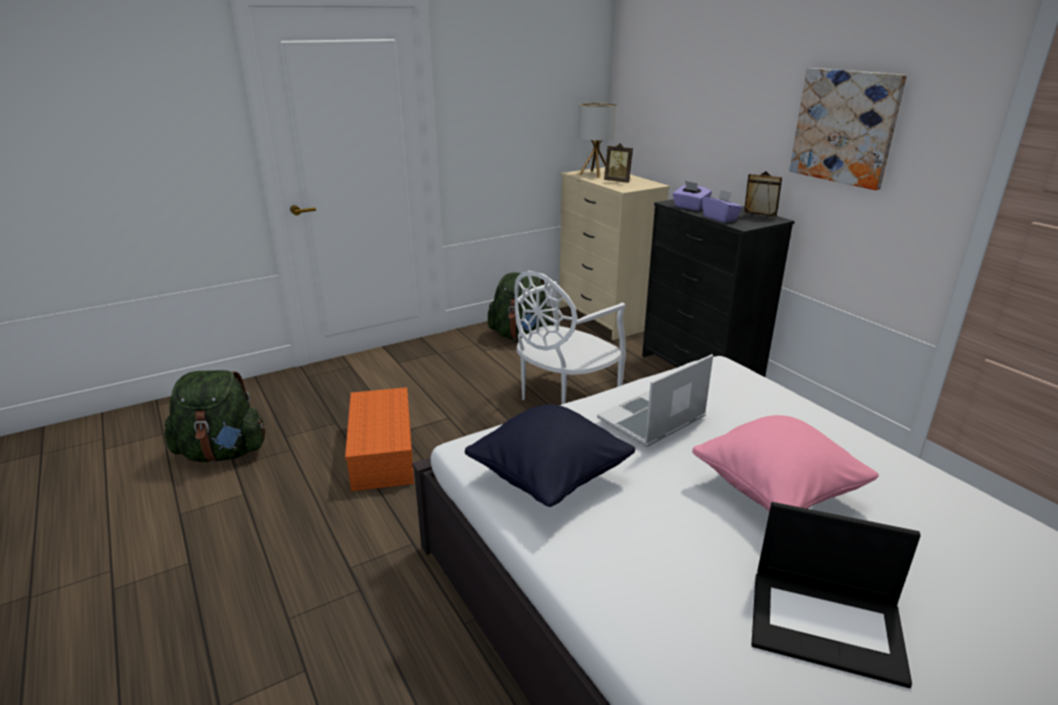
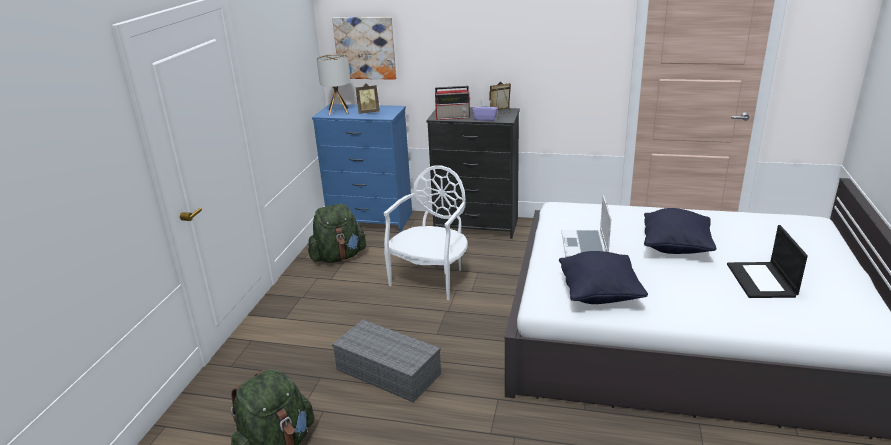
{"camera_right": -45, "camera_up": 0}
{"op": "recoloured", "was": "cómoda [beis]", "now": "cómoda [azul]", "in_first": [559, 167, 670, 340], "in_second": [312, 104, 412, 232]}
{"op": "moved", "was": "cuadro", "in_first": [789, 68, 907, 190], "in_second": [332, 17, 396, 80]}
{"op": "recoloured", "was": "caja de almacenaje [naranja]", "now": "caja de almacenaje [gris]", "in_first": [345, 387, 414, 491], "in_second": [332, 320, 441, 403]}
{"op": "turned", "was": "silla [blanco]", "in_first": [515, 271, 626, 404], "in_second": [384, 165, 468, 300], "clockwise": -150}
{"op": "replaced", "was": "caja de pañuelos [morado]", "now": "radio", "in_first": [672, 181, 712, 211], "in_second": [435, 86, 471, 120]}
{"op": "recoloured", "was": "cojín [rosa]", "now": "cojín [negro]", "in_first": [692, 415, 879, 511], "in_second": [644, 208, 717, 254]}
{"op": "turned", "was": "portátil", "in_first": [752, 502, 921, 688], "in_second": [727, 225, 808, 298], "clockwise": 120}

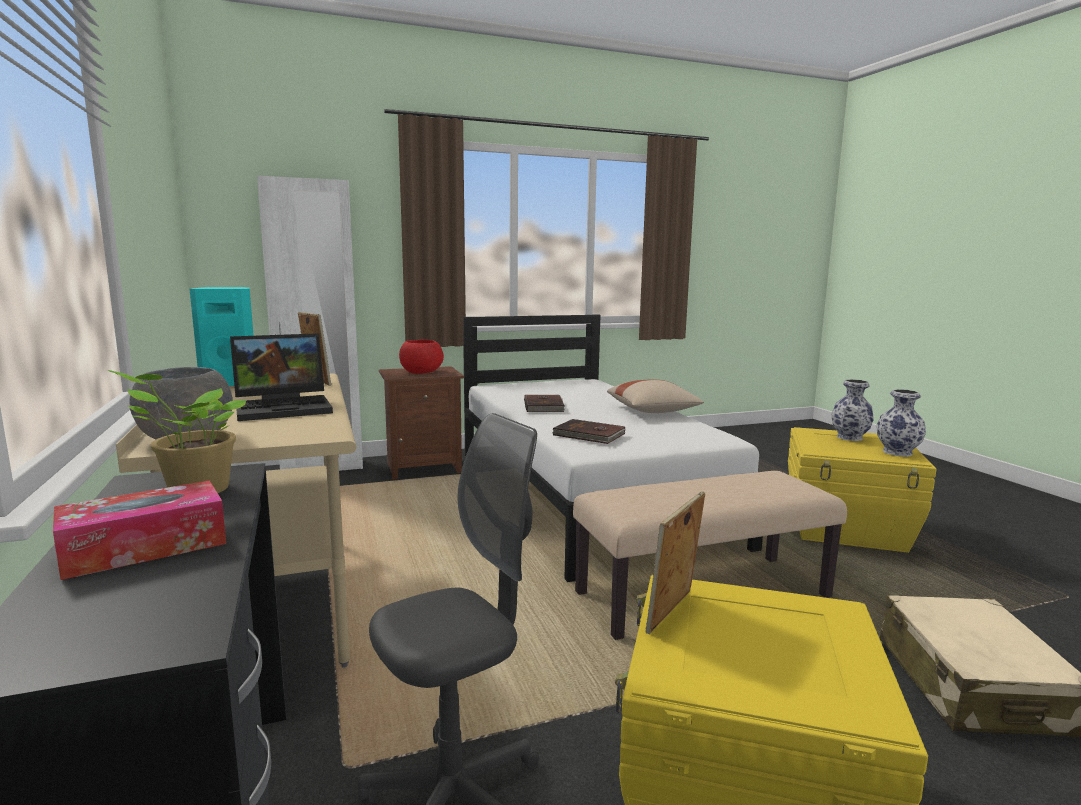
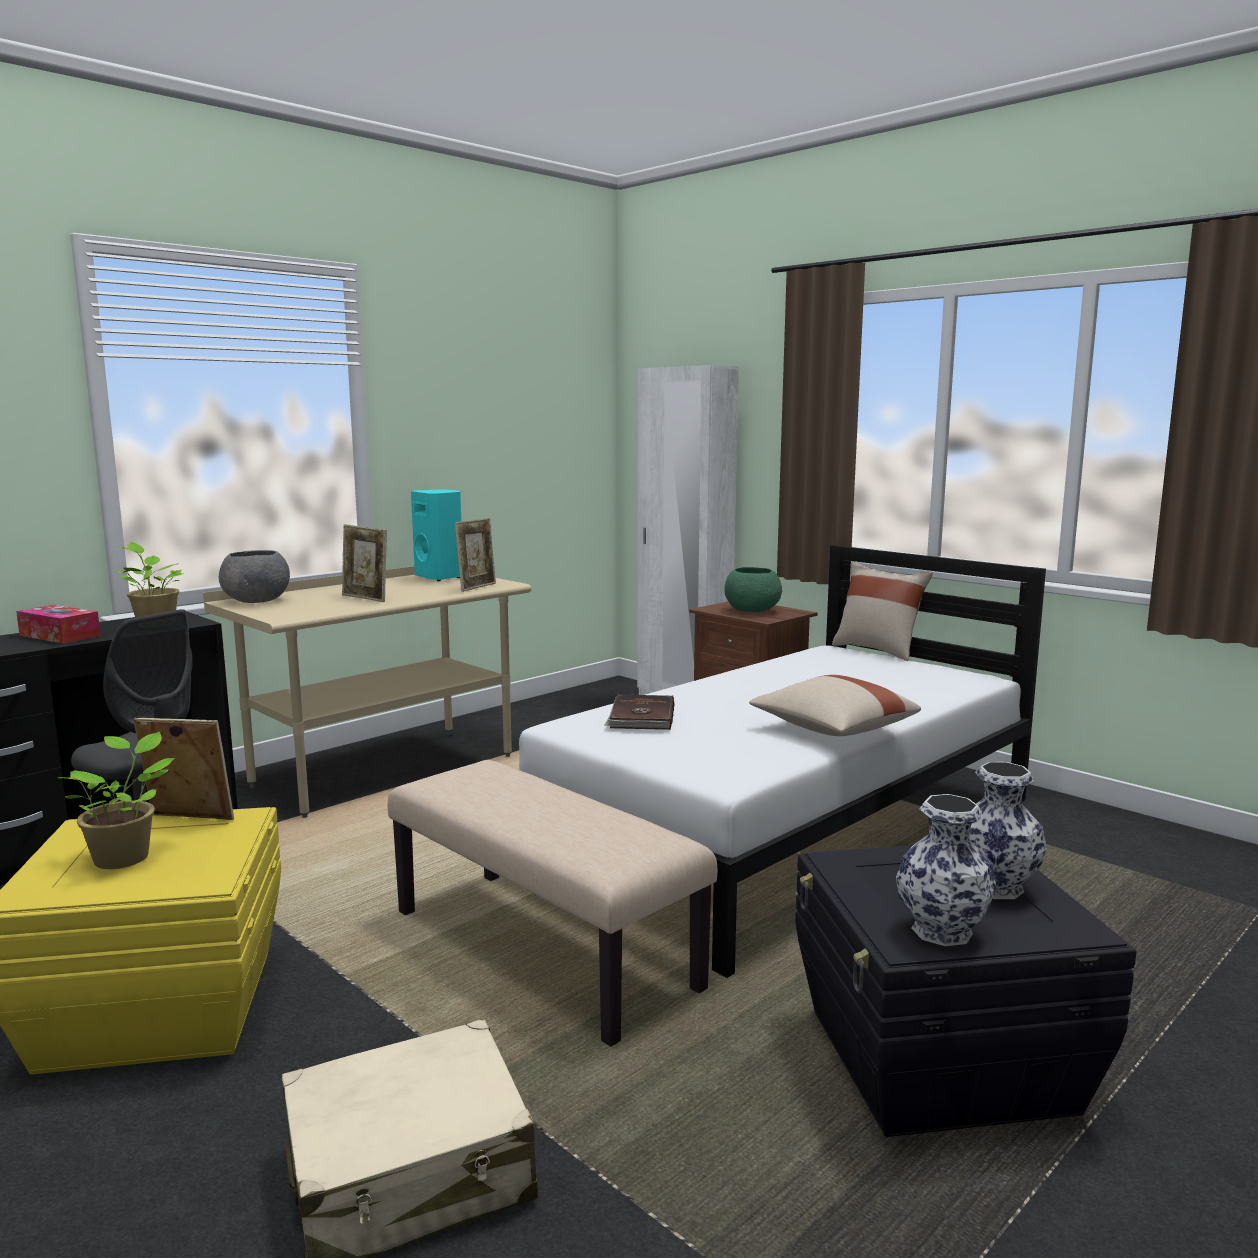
{"camera_right": 65, "camera_up": 0}
{"op": "added", "now": "planta en maceta", "in_second": [59, 732, 174, 869]}
{"op": "replaced", "was": "portátil", "now": "portarretratos", "in_first": [230, 333, 333, 421], "in_second": [342, 524, 387, 602]}
{"op": "recoloured", "was": "cuenco [rojo]", "now": "cuenco [verde]", "in_first": [399, 339, 444, 374], "in_second": [724, 567, 782, 613]}
{"op": "recoloured", "was": "caja de almacenaje [amarillo]", "now": "caja de almacenaje [negro]", "in_first": [788, 427, 936, 553], "in_second": [795, 845, 1136, 1137]}
{"op": "added", "now": "cojín [beis]", "in_second": [832, 562, 933, 661]}
{"op": "removed", "was": "libro [marrón]", "in_first": [524, 395, 565, 412]}

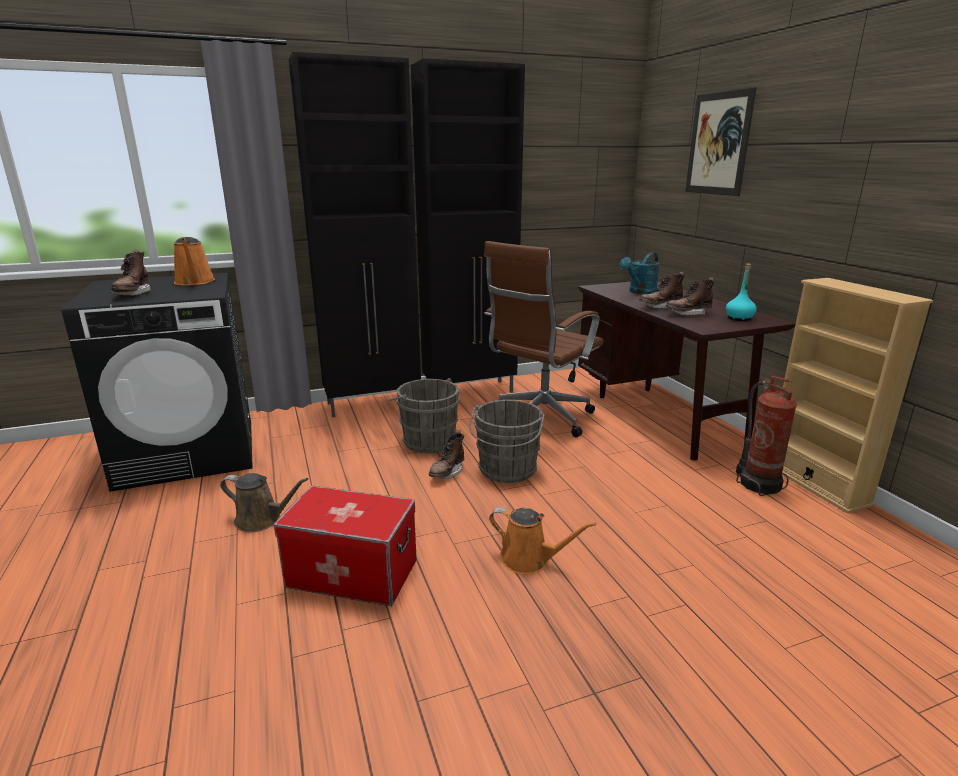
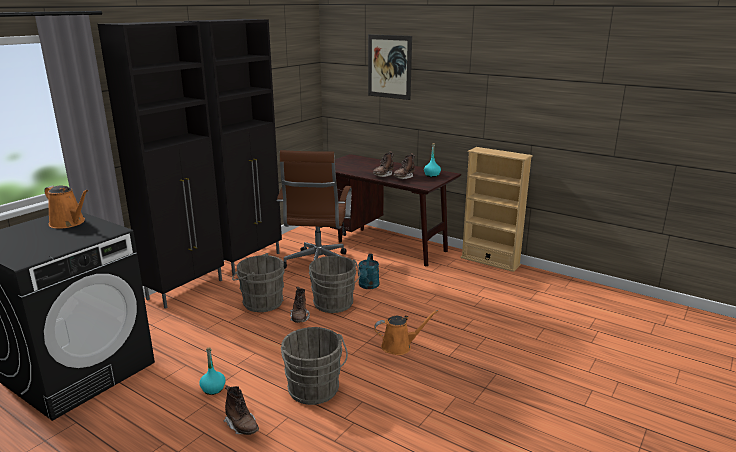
{"camera_right": -35, "camera_up": 0}
{"op": "replaced", "was": "regadera [marrón]", "now": "botella [turquesa]", "in_first": [220, 473, 308, 532], "in_second": [199, 347, 225, 395]}
{"op": "moved", "was": "bota [marrón]", "in_first": [111, 250, 151, 296], "in_second": [224, 386, 259, 435]}
{"op": "replaced", "was": "caja de almacenaje", "now": "cubo [gris]", "in_first": [274, 486, 417, 606], "in_second": [281, 327, 348, 405]}
{"op": "moved", "was": "regadera [turquesa]", "in_first": [620, 253, 659, 294], "in_second": [358, 254, 379, 289]}
{"op": "removed", "was": "extintor", "in_first": [736, 376, 797, 496]}

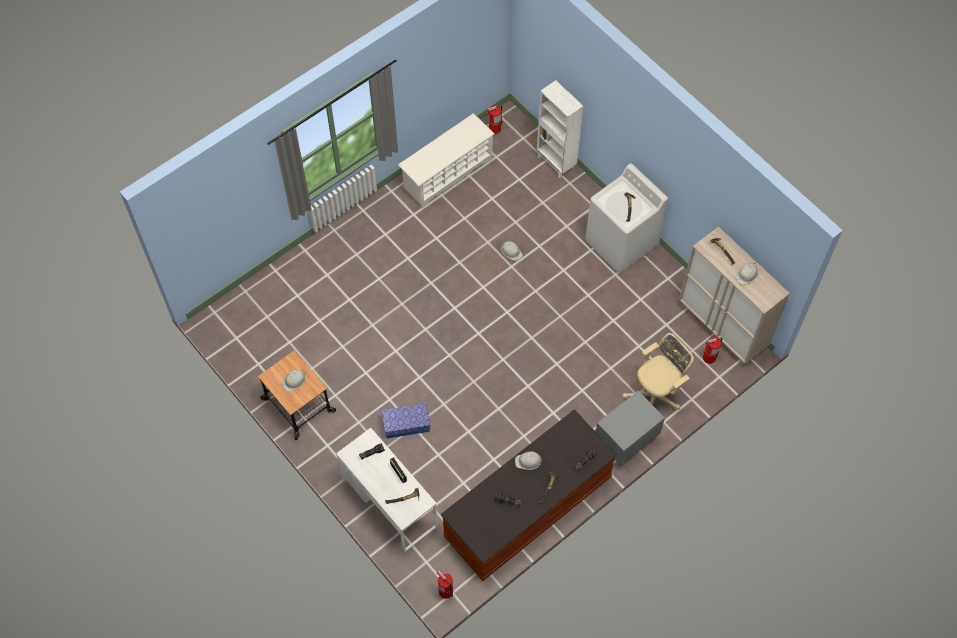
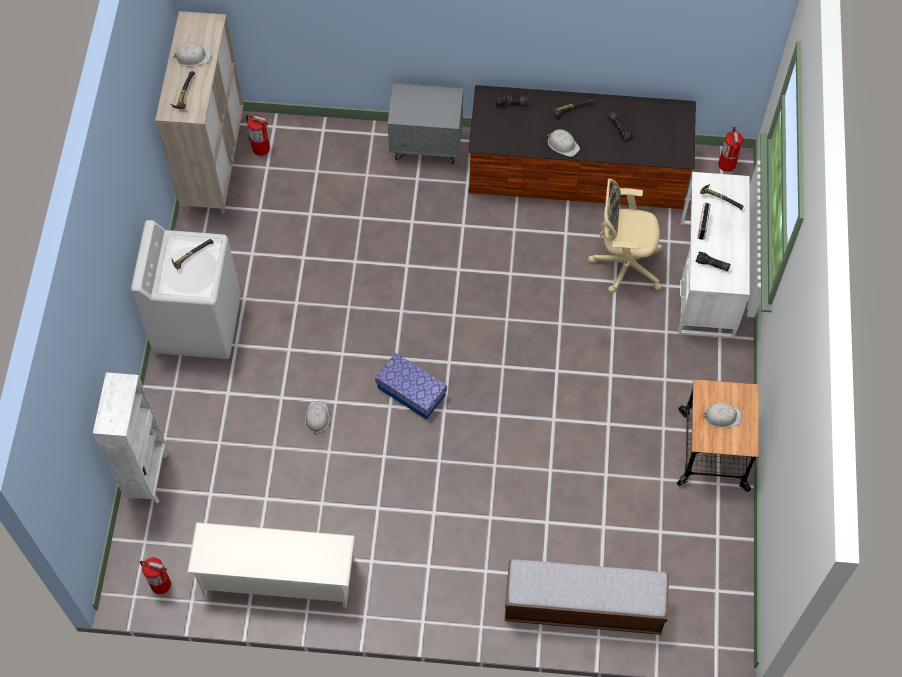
{"camera_right": -135, "camera_up": 0}
{"op": "moved", "was": "caja de almacenaje", "in_first": [381, 403, 430, 439], "in_second": [375, 353, 447, 420]}
{"op": "added", "now": "banco", "in_second": [504, 559, 669, 635]}
{"op": "moved", "was": "silla de oficina [beis]", "in_first": [622, 333, 694, 410], "in_second": [588, 179, 662, 293]}

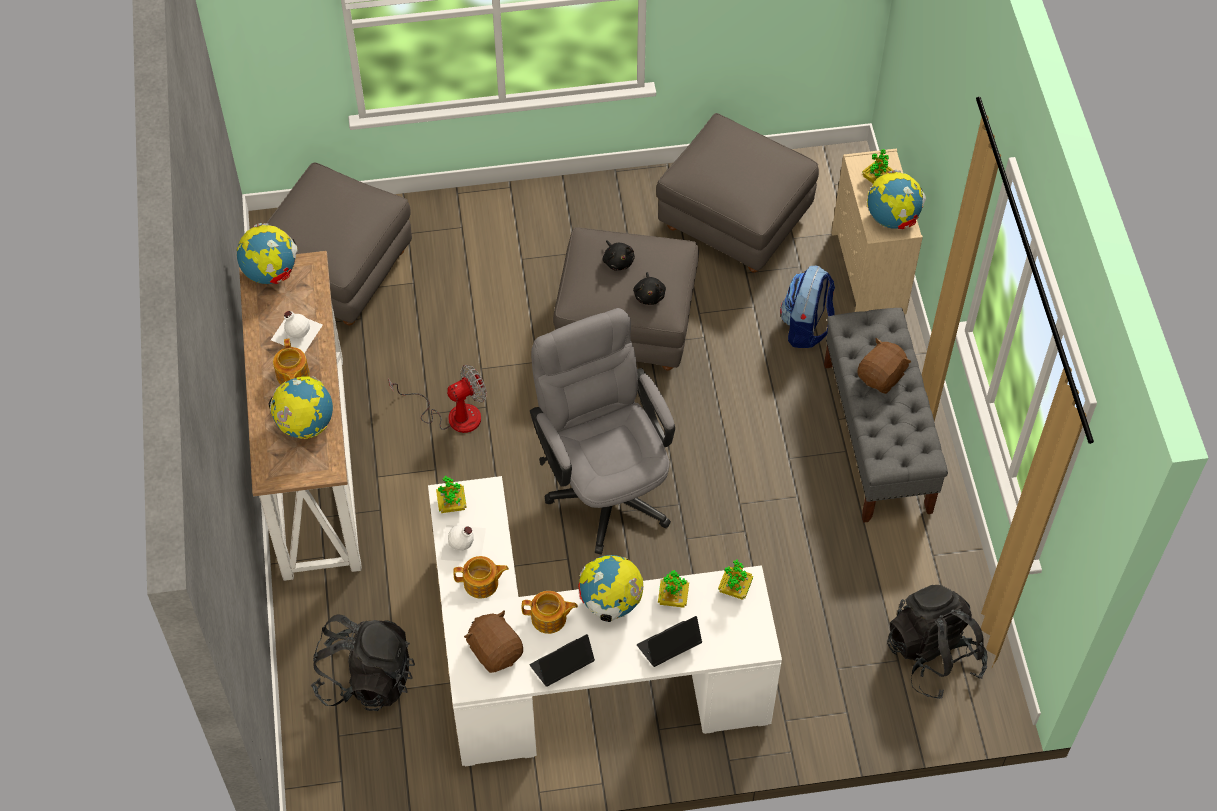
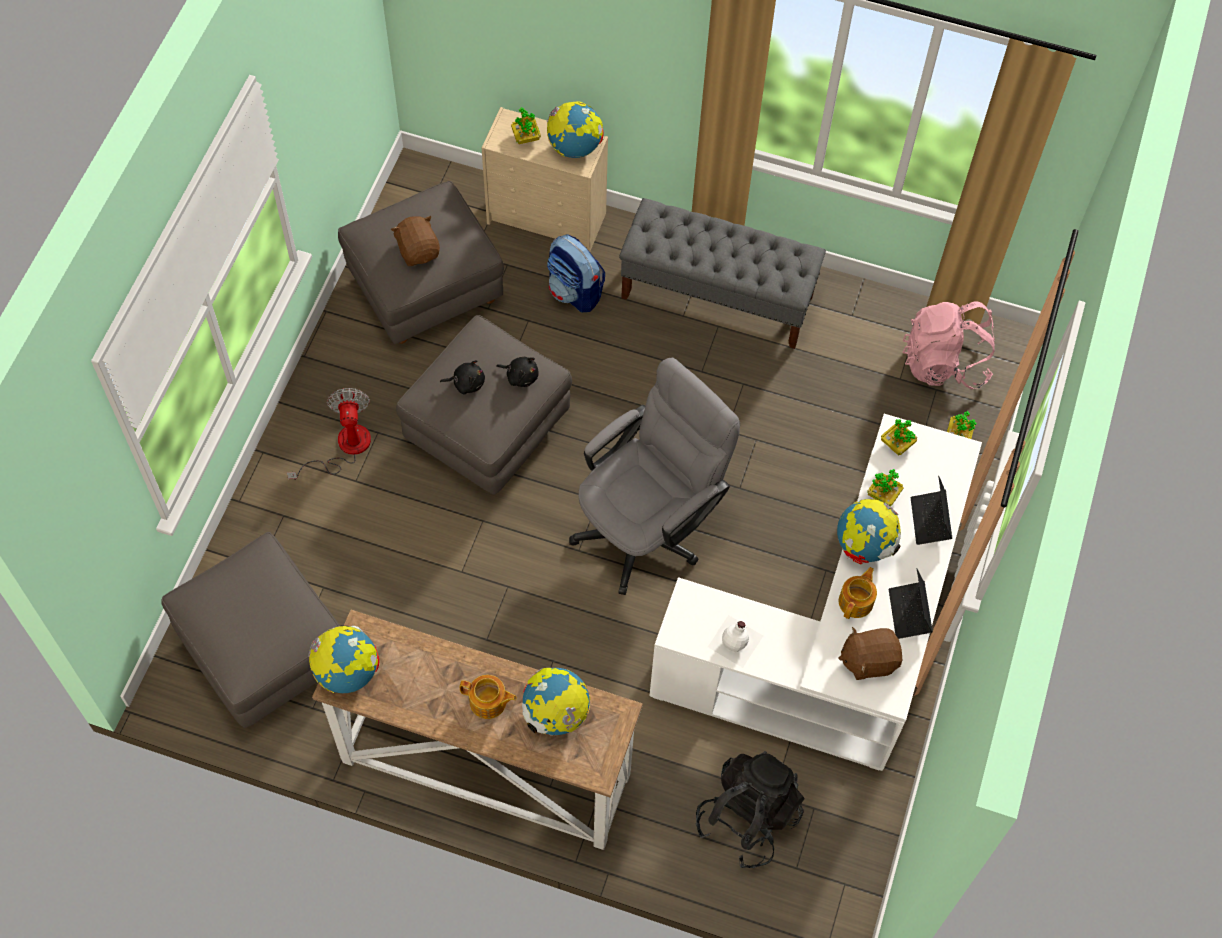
{"camera_right": -65, "camera_up": 5}
{"op": "moved", "was": "ventilador", "in_first": [388, 365, 487, 433], "in_second": [287, 388, 371, 480]}
{"op": "moved", "was": "peluche [marrón]", "in_first": [857, 338, 911, 394], "in_second": [391, 216, 440, 266]}
{"op": "turned", "was": "silla de oficina [gris]", "in_first": [530, 308, 675, 555], "in_second": [569, 358, 740, 595], "clockwise": 135}
{"op": "recoloured", "was": "mochila [negro]", "now": "mochila [rosa]", "in_first": [887, 585, 988, 699], "in_second": [903, 301, 995, 389]}
{"op": "moved", "was": "planta en maceta", "in_first": [436, 476, 467, 513], "in_second": [947, 411, 976, 439]}
{"op": "removed", "was": "botella [blanco]", "in_first": [271, 311, 323, 353]}
{"op": "removed", "was": "tetera", "in_first": [453, 556, 509, 598]}

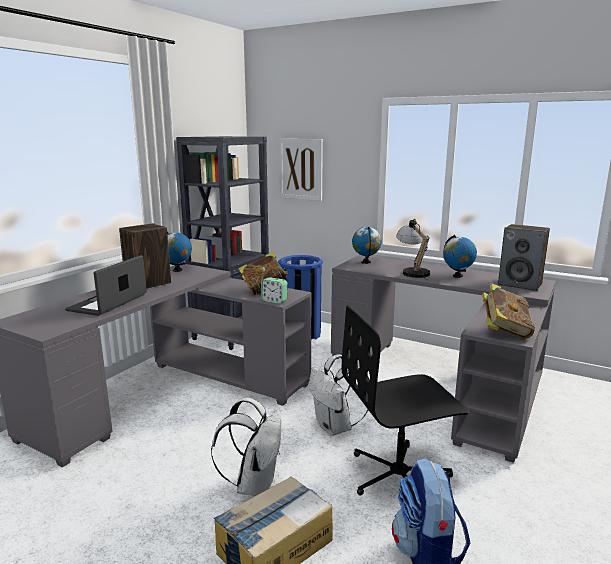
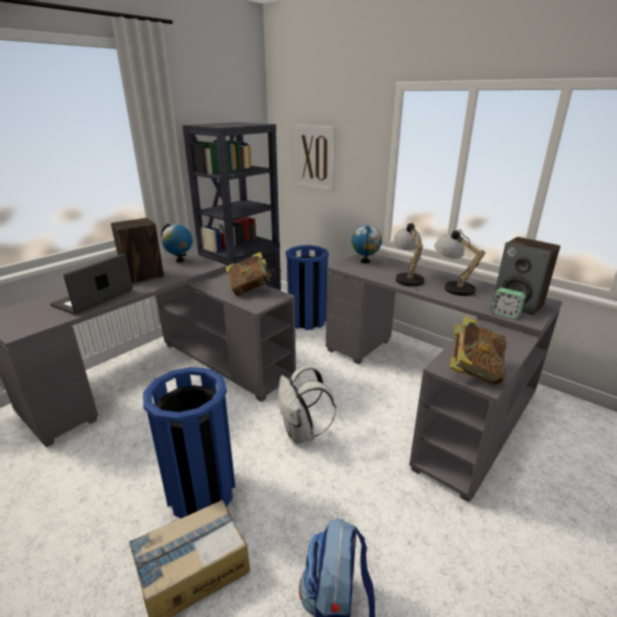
{"camera_right": 10, "camera_up": 10}
{"op": "replaced", "was": "mochila [blanco]", "now": "papelera [azul]", "in_first": [211, 398, 281, 496], "in_second": [143, 367, 235, 519]}
{"op": "replaced", "was": "globo terráqueo", "now": "lámpara de mesa", "in_first": [443, 235, 477, 278], "in_second": [434, 230, 485, 299]}
{"op": "moved", "was": "despertador", "in_first": [261, 277, 287, 304], "in_second": [491, 288, 525, 318]}
{"op": "removed", "was": "silla de oficina [negro]", "in_first": [342, 305, 469, 496]}

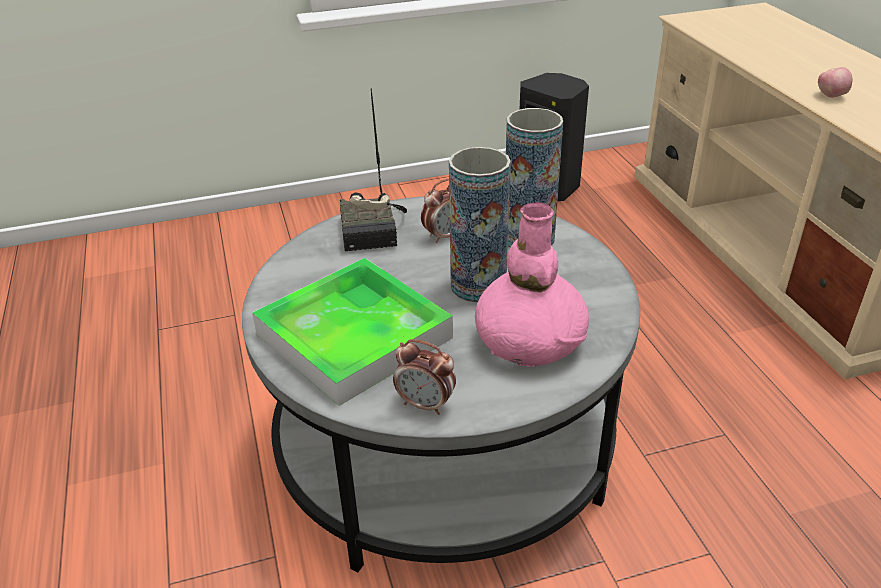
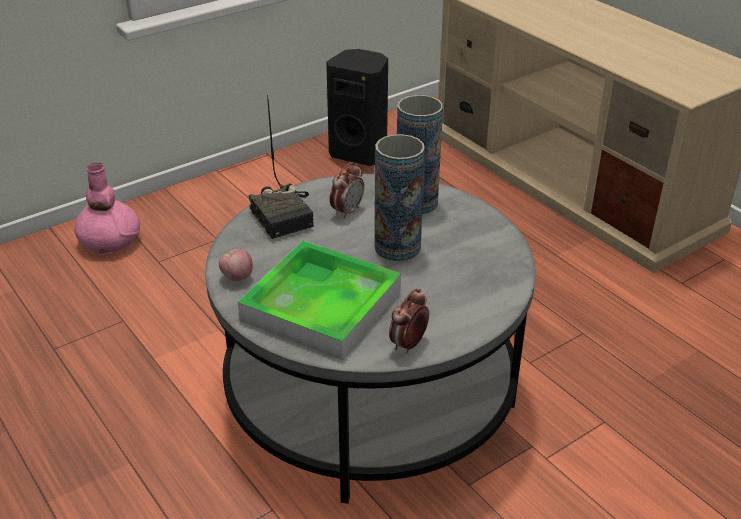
{"camera_right": -20, "camera_up": 0}
{"op": "moved", "was": "florero [rosa]", "in_first": [475, 202, 589, 367], "in_second": [74, 163, 140, 254]}
{"op": "moved", "was": "manzana", "in_first": [818, 67, 852, 98], "in_second": [219, 249, 253, 281]}
{"op": "turned", "was": "despertador", "in_first": [393, 339, 456, 415], "in_second": [389, 289, 429, 353], "clockwise": 120}

